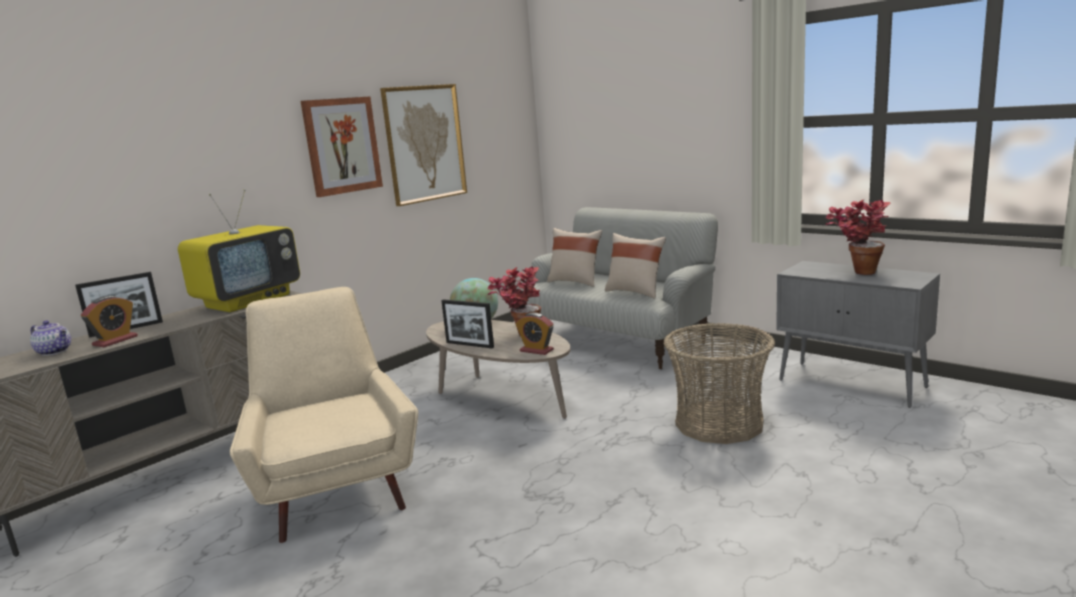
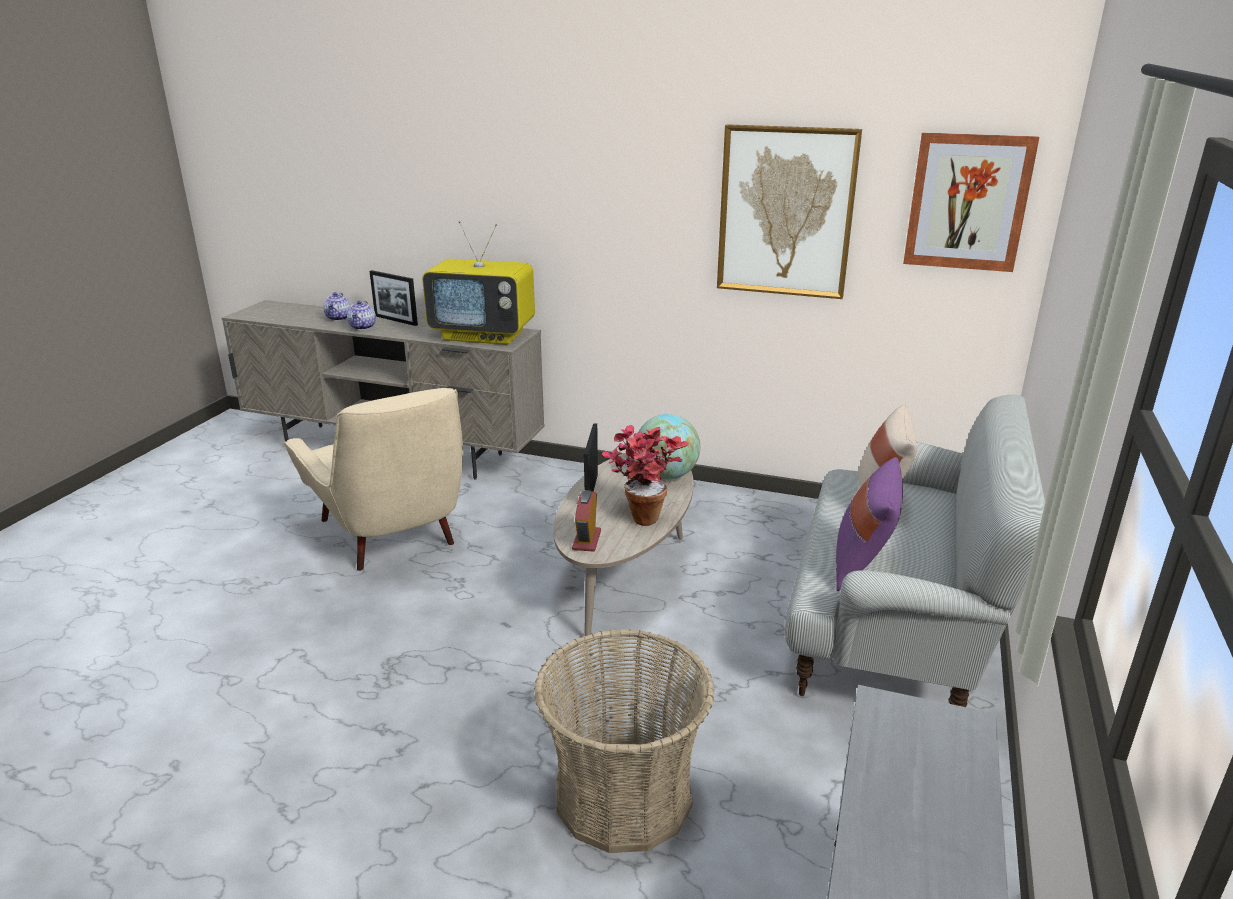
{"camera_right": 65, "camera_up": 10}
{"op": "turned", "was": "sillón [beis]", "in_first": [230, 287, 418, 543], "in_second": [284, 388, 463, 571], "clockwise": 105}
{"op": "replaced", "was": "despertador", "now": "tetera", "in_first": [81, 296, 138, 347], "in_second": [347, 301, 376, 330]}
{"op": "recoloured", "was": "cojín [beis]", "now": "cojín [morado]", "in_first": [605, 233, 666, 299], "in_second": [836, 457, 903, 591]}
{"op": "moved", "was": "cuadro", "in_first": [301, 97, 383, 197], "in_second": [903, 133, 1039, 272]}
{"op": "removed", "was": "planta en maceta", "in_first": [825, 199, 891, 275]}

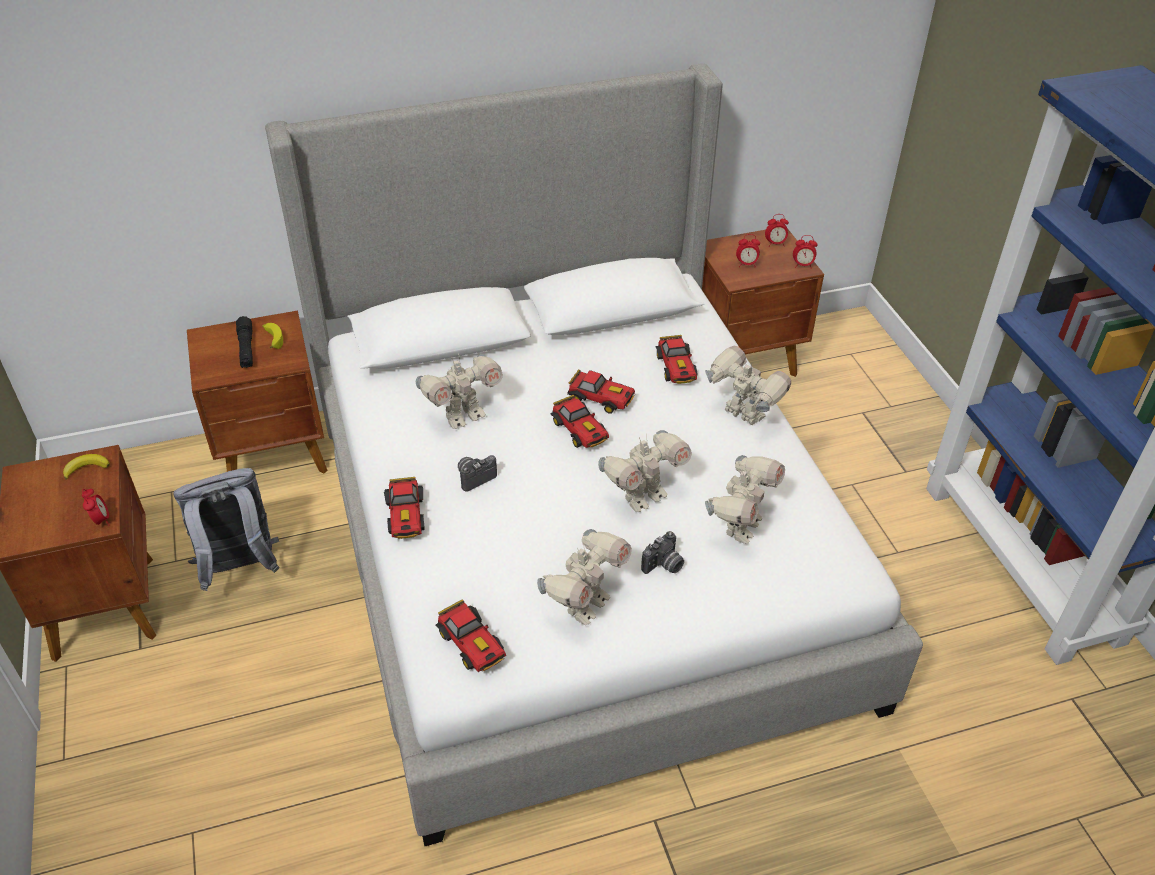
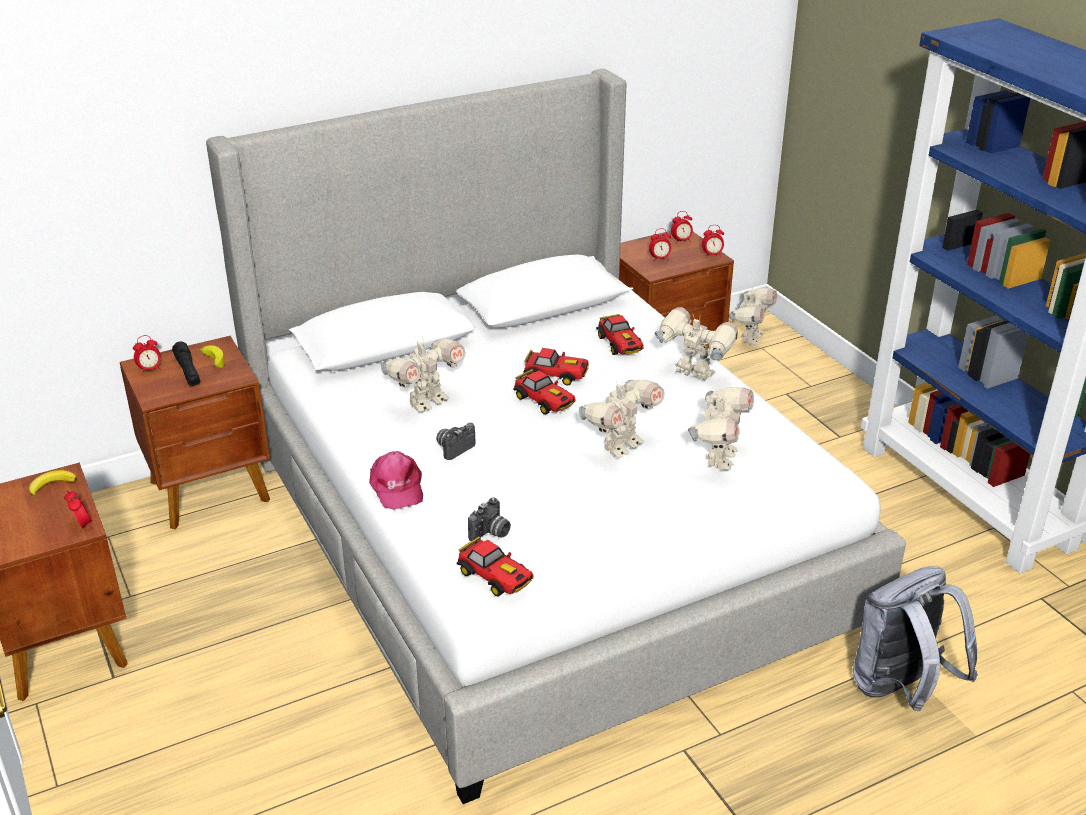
{"camera_right": -10, "camera_up": -10}
{"op": "added", "now": "despertador", "in_second": [133, 335, 161, 374]}
{"op": "replaced", "was": "coche de juguete", "now": "gorra [rosa]", "in_first": [384, 477, 424, 539], "in_second": [369, 451, 423, 510]}
{"op": "moved", "was": "cámara", "in_first": [641, 531, 684, 574], "in_second": [468, 498, 511, 541]}
{"op": "moved", "was": "robot de juguete", "in_first": [537, 529, 632, 625], "in_second": [729, 288, 777, 345]}
{"op": "moved", "was": "mochila [gris]", "in_first": [174, 468, 280, 591], "in_second": [853, 566, 978, 711]}

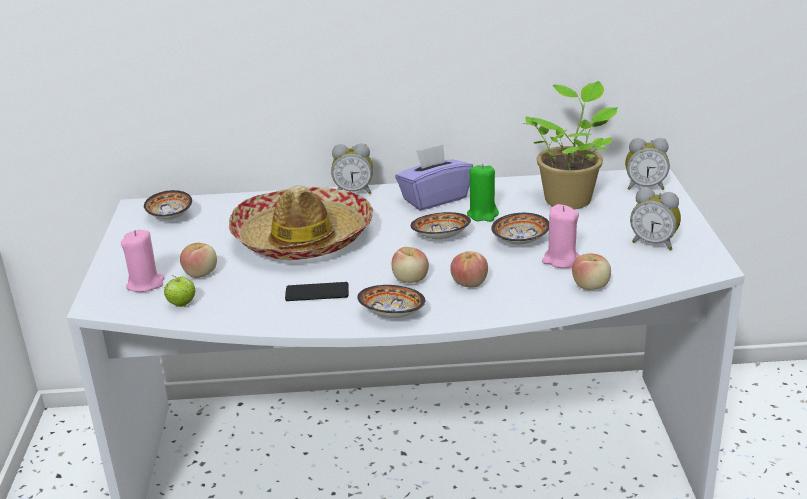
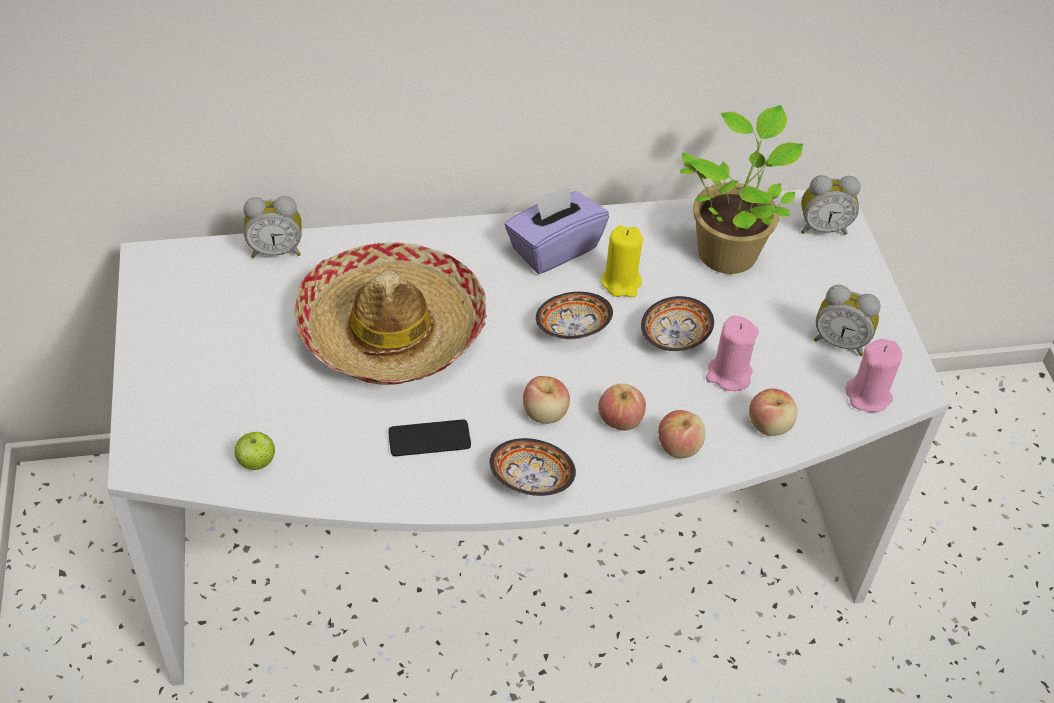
{"camera_right": -10, "camera_up": 20}
{"op": "moved", "was": "despertador", "in_first": [331, 143, 373, 194], "in_second": [243, 196, 302, 258]}
{"op": "recoloured", "was": "vela [verde]", "now": "vela [amarillo]", "in_first": [467, 164, 499, 222], "in_second": [601, 226, 643, 297]}
{"op": "moved", "was": "manzana", "in_first": [180, 243, 217, 278], "in_second": [658, 410, 705, 458]}
{"op": "moved", "was": "vela [rosa]", "in_first": [121, 230, 164, 292], "in_second": [846, 339, 902, 412]}
{"op": "removed", "was": "cuenco", "in_first": [144, 190, 192, 220]}

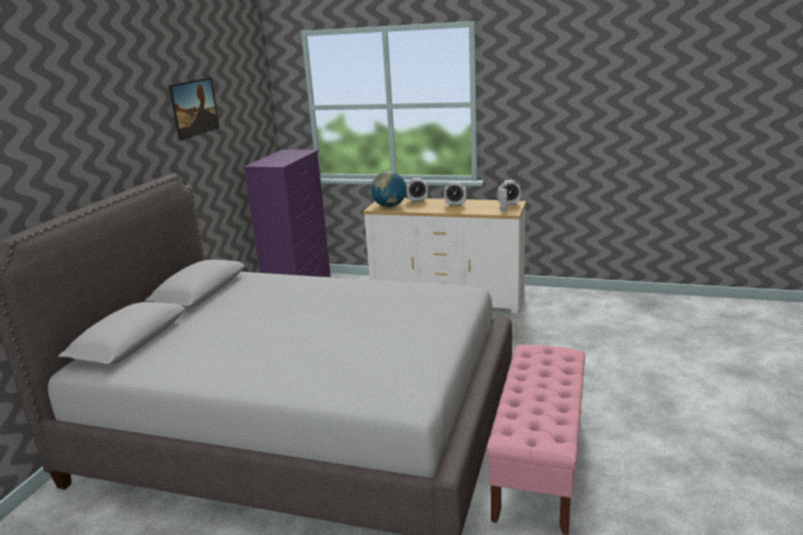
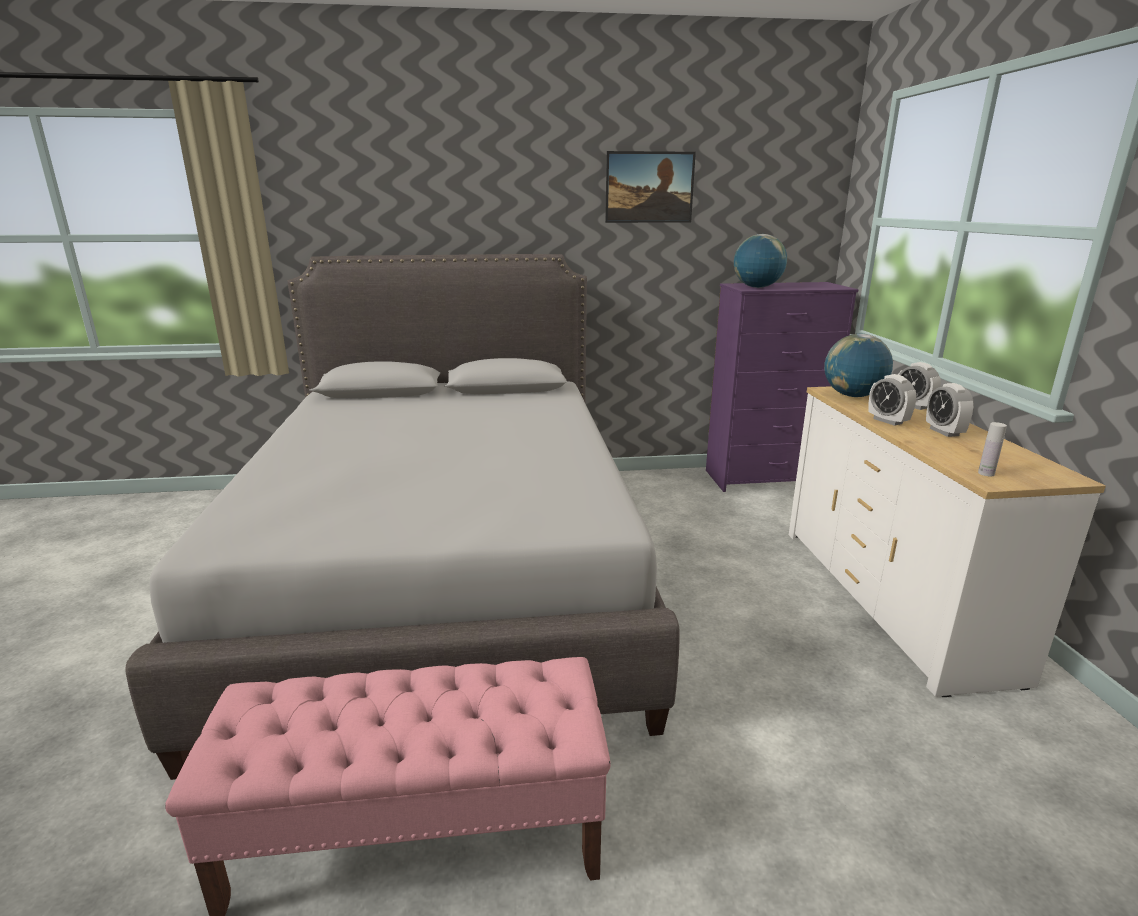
{"camera_right": 65, "camera_up": 0}
{"op": "added", "now": "globo terráqueo", "in_second": [734, 234, 787, 288]}
{"op": "moved", "was": "despertador", "in_first": [498, 180, 521, 206], "in_second": [868, 374, 916, 426]}

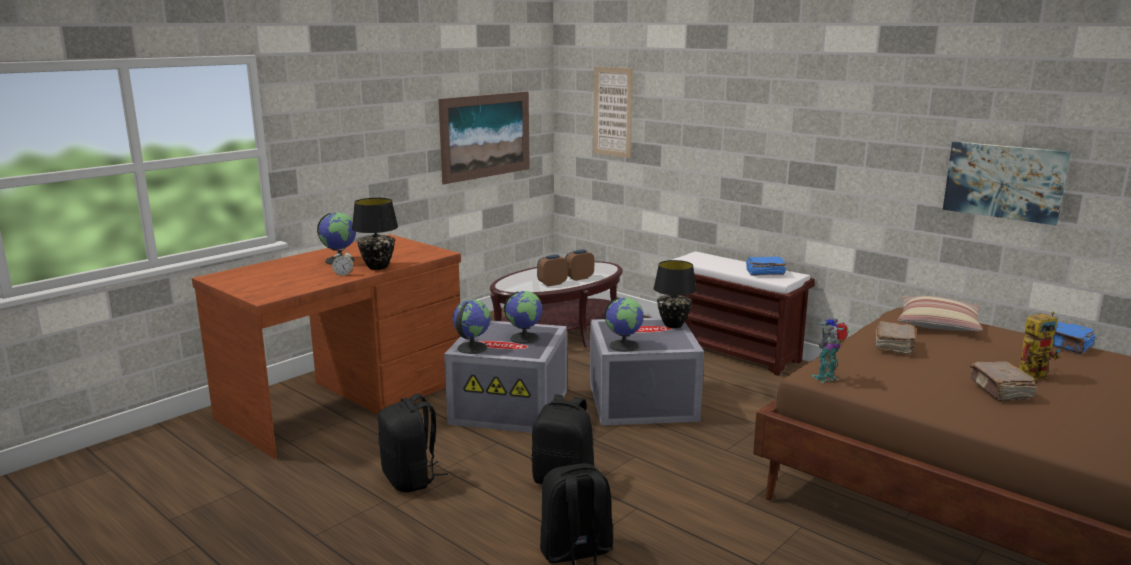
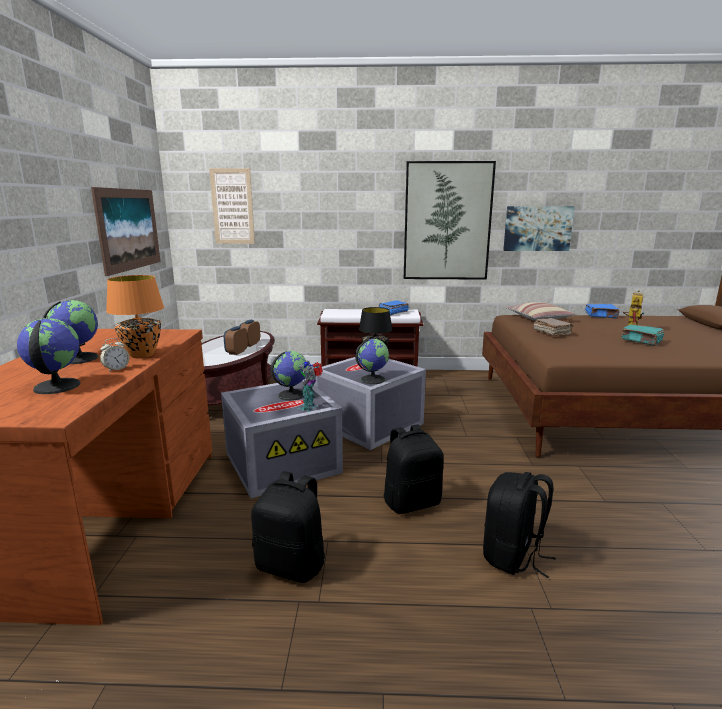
{"camera_right": -40, "camera_up": 0}
{"op": "moved", "was": "globo terráqueo", "in_first": [453, 299, 491, 354], "in_second": [17, 318, 81, 394]}
{"op": "recoloured", "was": "lámpara de mesa [negro]", "now": "lámpara de mesa [naranja]", "in_first": [352, 198, 398, 270], "in_second": [106, 275, 164, 358]}
{"op": "moved", "was": "robot de juguete", "in_first": [811, 318, 849, 383], "in_second": [297, 361, 323, 412]}
{"op": "added", "now": "cuadro", "in_second": [404, 161, 496, 280]}
{"op": "recoloured", "was": "libro [marrón]", "now": "libro [turquesa]", "in_first": [970, 361, 1037, 401], "in_second": [621, 324, 664, 346]}

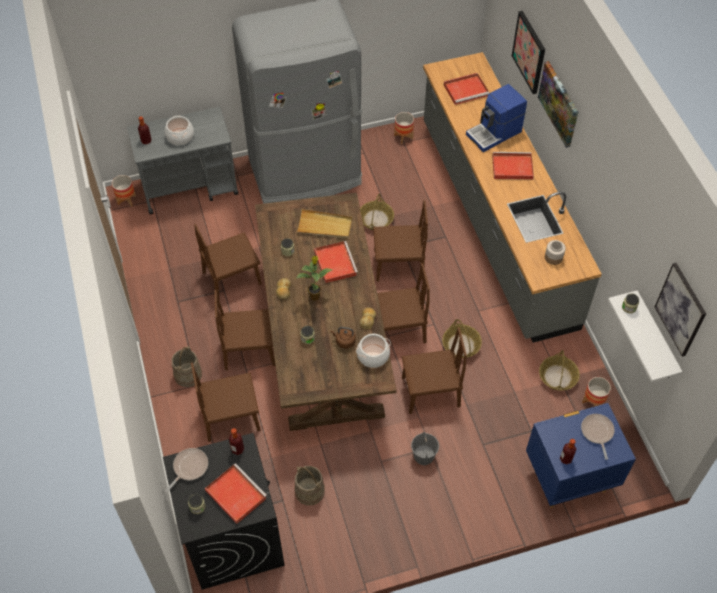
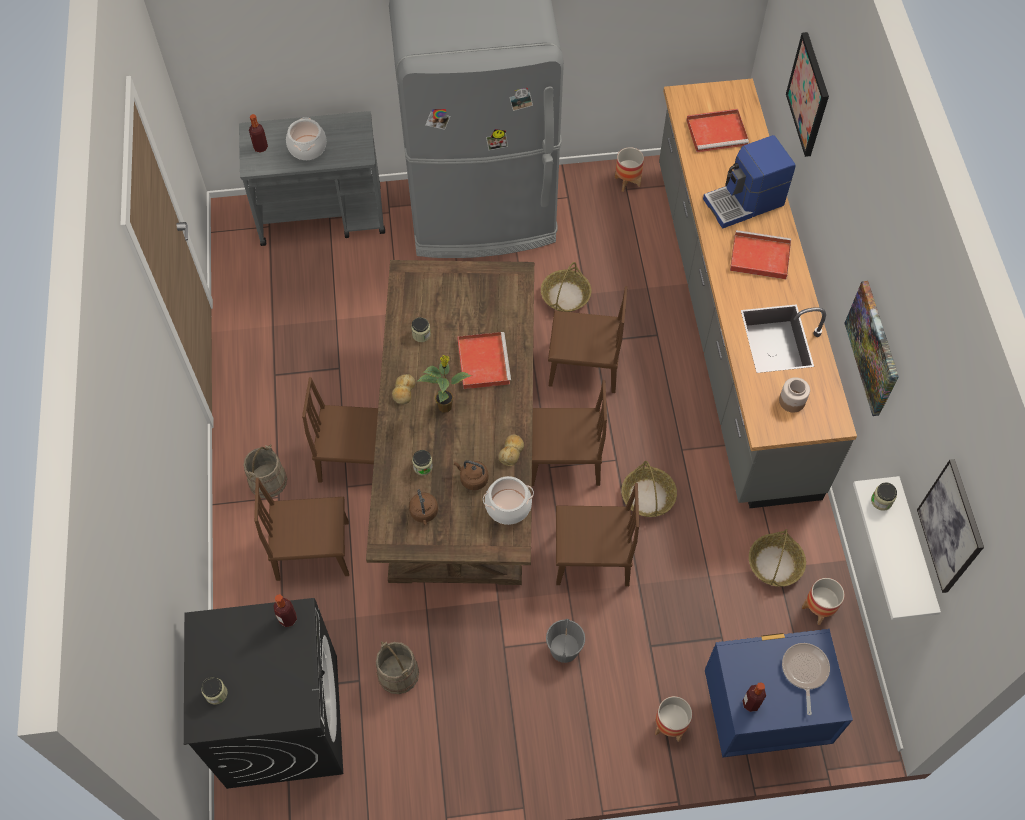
{"camera_right": 10, "camera_up": 5}
{"op": "added", "now": "hervidor [marrón]", "in_second": [409, 489, 438, 525]}
{"op": "moved", "was": "maceta", "in_first": [112, 175, 136, 207], "in_second": [655, 696, 692, 742]}
{"op": "moved", "was": "cuadro", "in_first": [538, 61, 578, 148], "in_second": [845, 281, 899, 416]}
{"op": "removed", "was": "sartén", "in_first": [166, 448, 208, 492]}
{"op": "removed", "was": "silla [marrón]", "in_first": [194, 224, 262, 301]}
{"op": "removed", "was": "bandeja [rojo]", "in_first": [205, 463, 267, 524]}
{"op": "removed", "was": "bandeja [beis]", "in_first": [297, 209, 352, 239]}

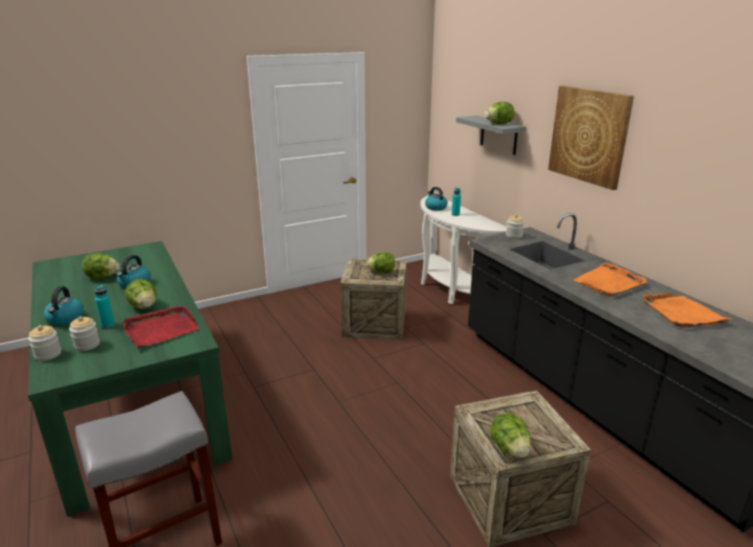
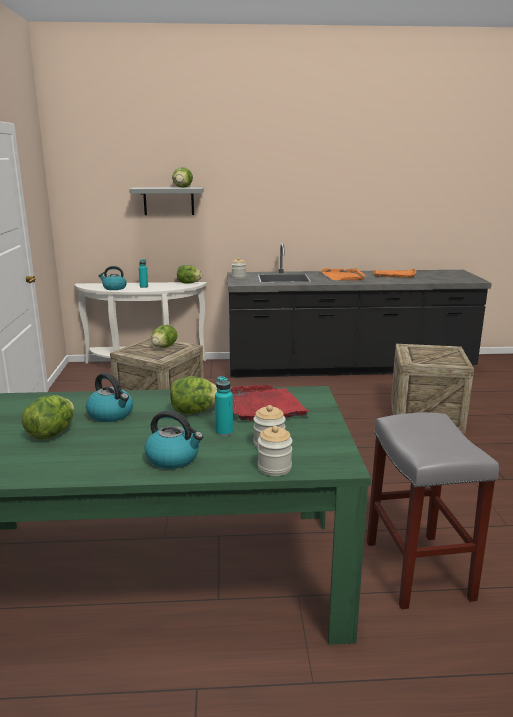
{"camera_right": -65, "camera_up": -5}
{"op": "moved", "was": "lechuga", "in_first": [490, 413, 531, 458], "in_second": [177, 265, 202, 284]}
{"op": "removed", "was": "cuadro", "in_first": [548, 86, 634, 190]}

